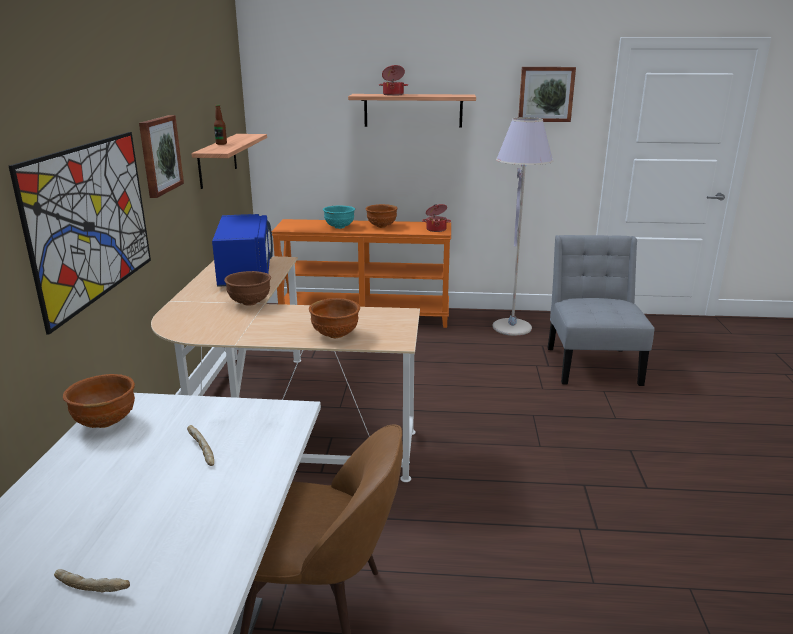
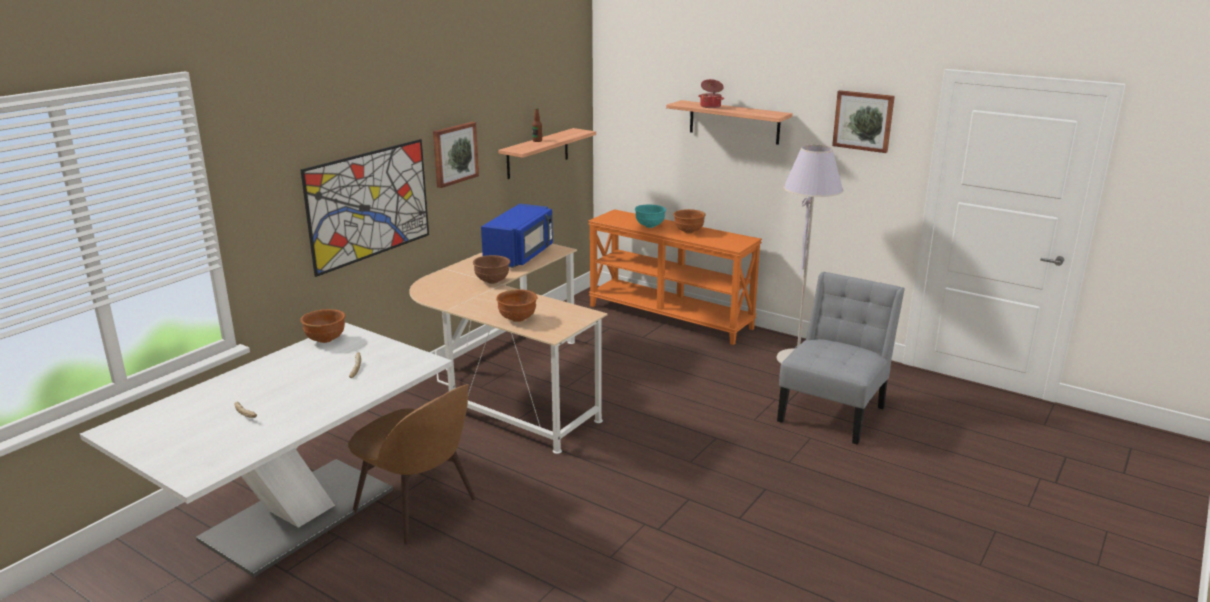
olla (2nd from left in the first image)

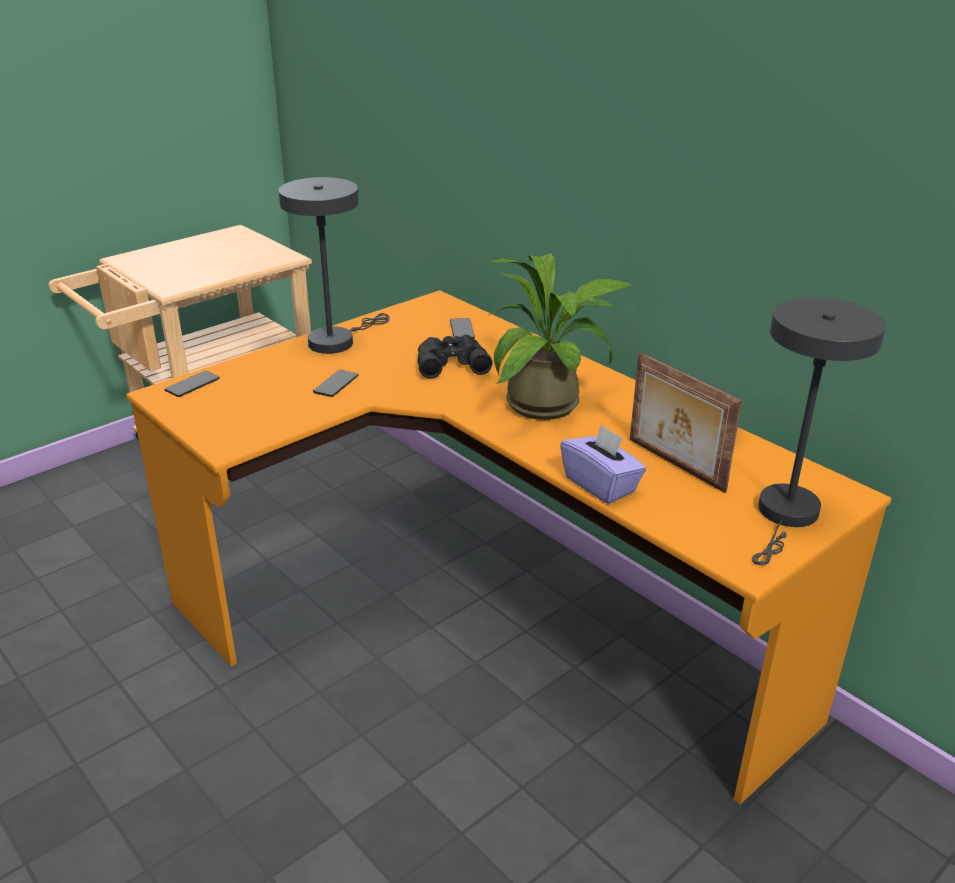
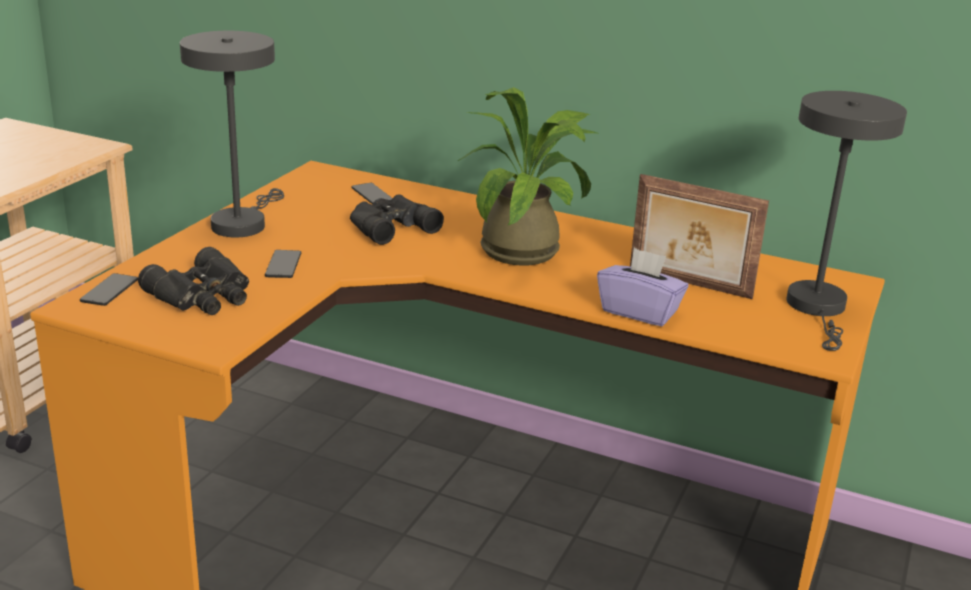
prismáticos/negro (1st from left)

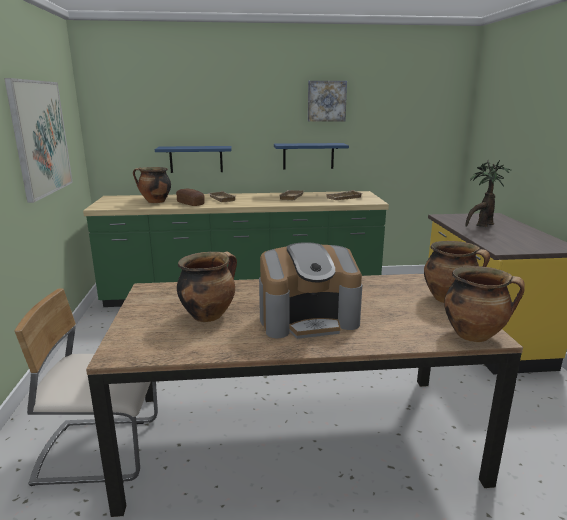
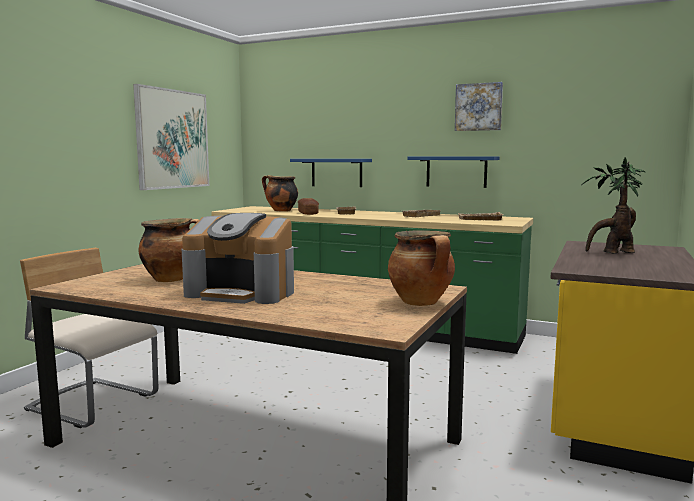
olla (4th from left in the first image)

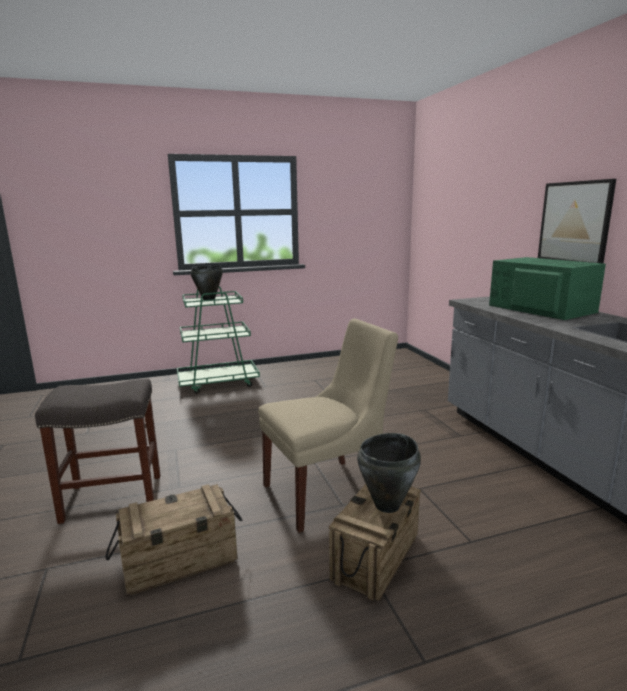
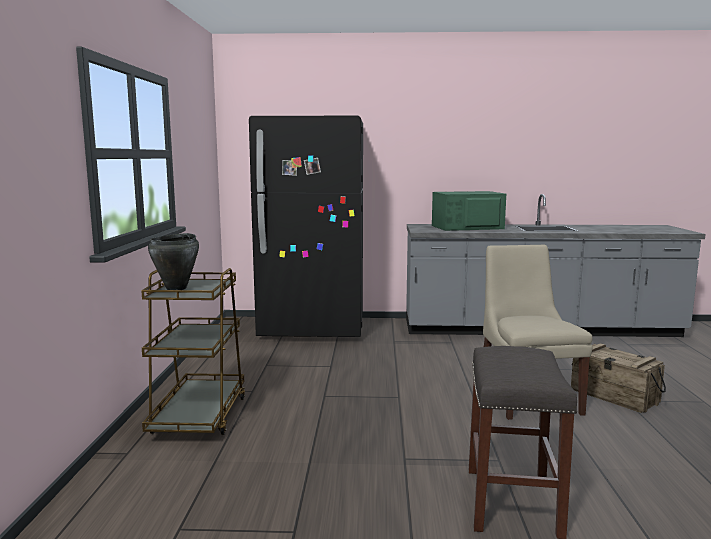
caja de embalaje (1st from left in the first image)
carrito/marrón
olla/negro (2nd from left in the first image)
cuadro
nevera/negro

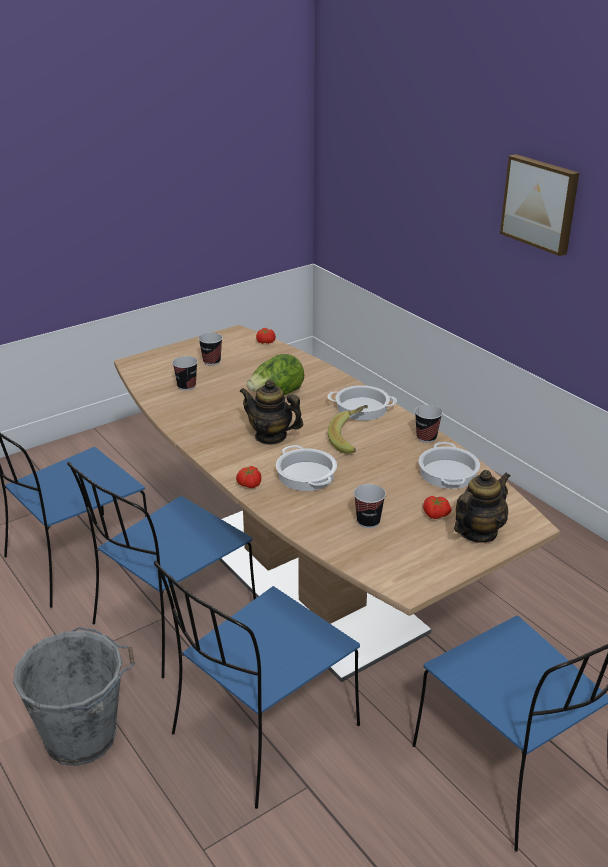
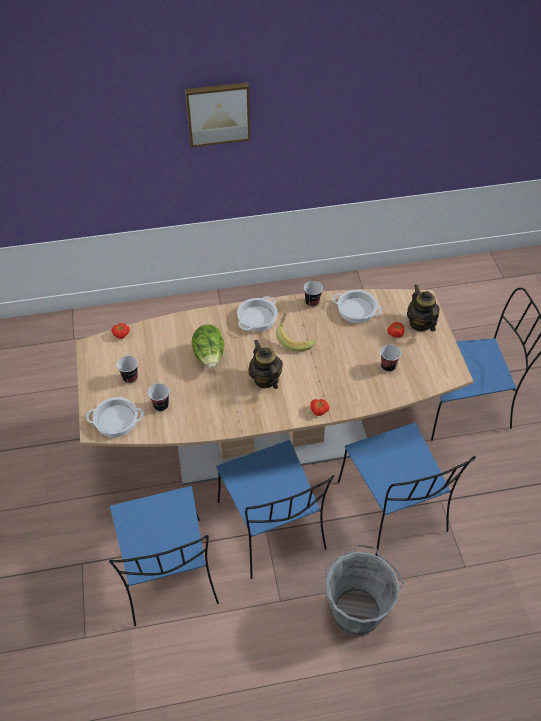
tetera (1st from left)
olla (1st from left)

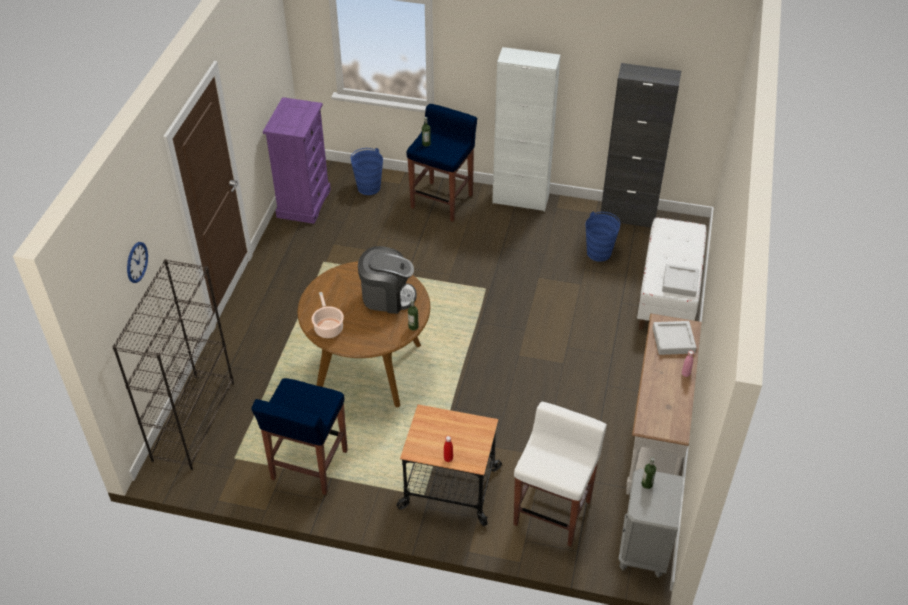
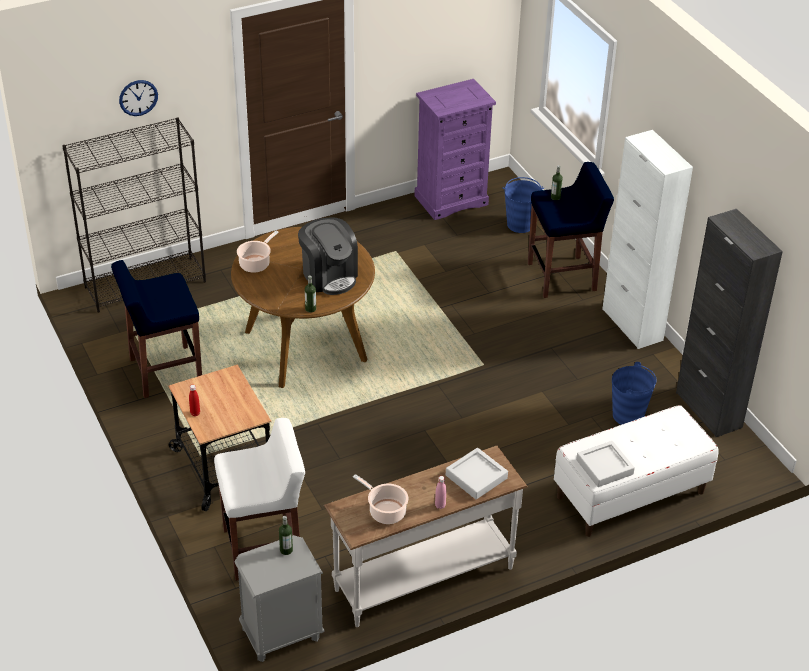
olla (2nd from left)

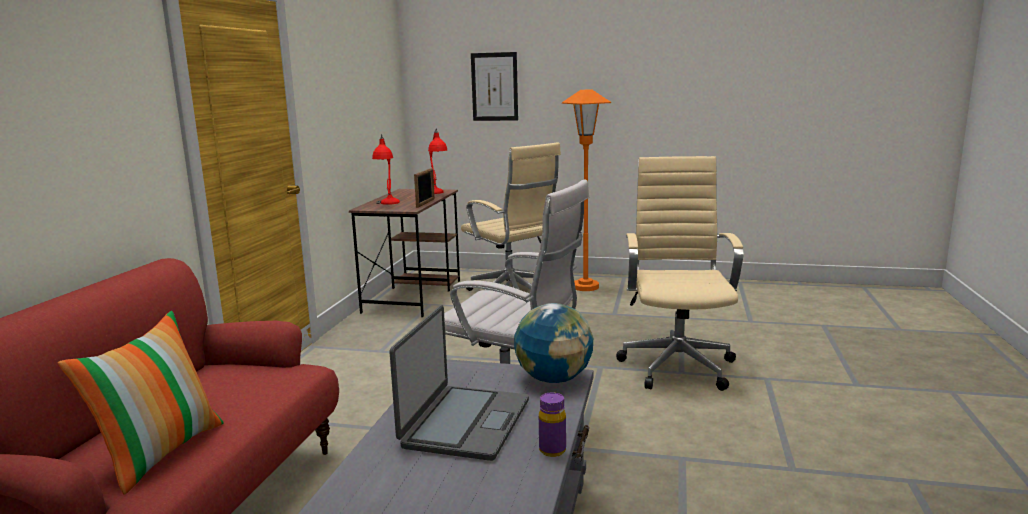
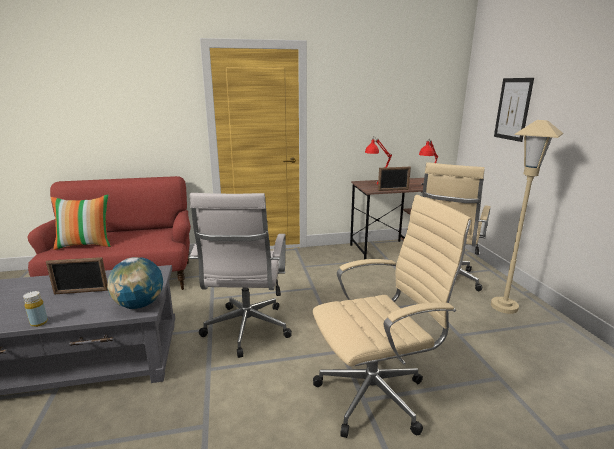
portarretratos (1st from left)
botella/amarillo
lámpara de pie/beis

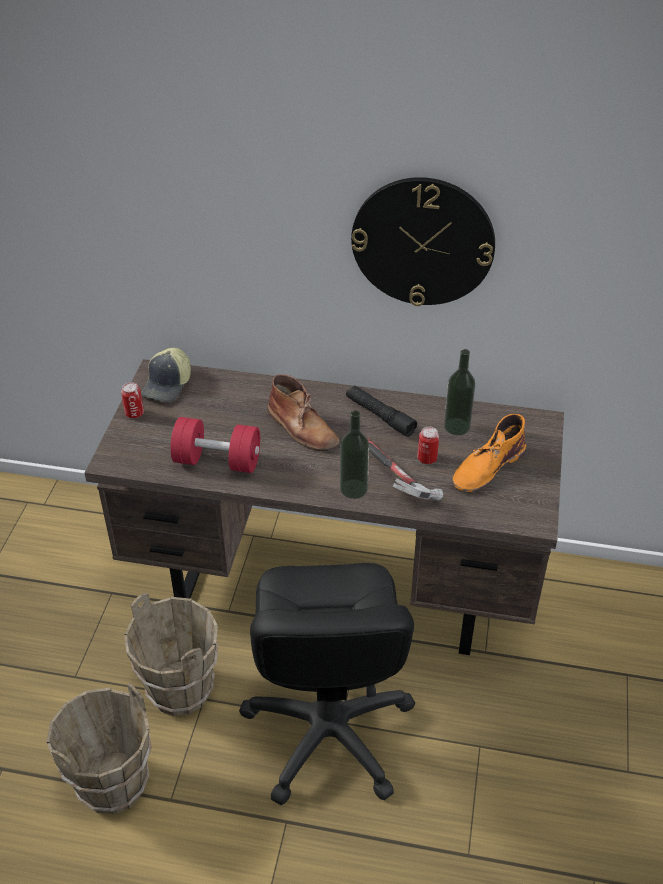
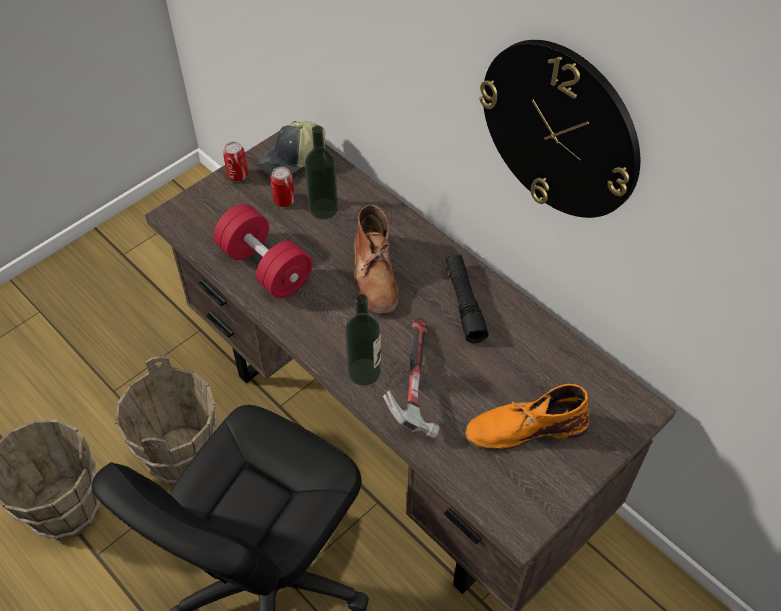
lata (2nd from left)
botella (1st from left)

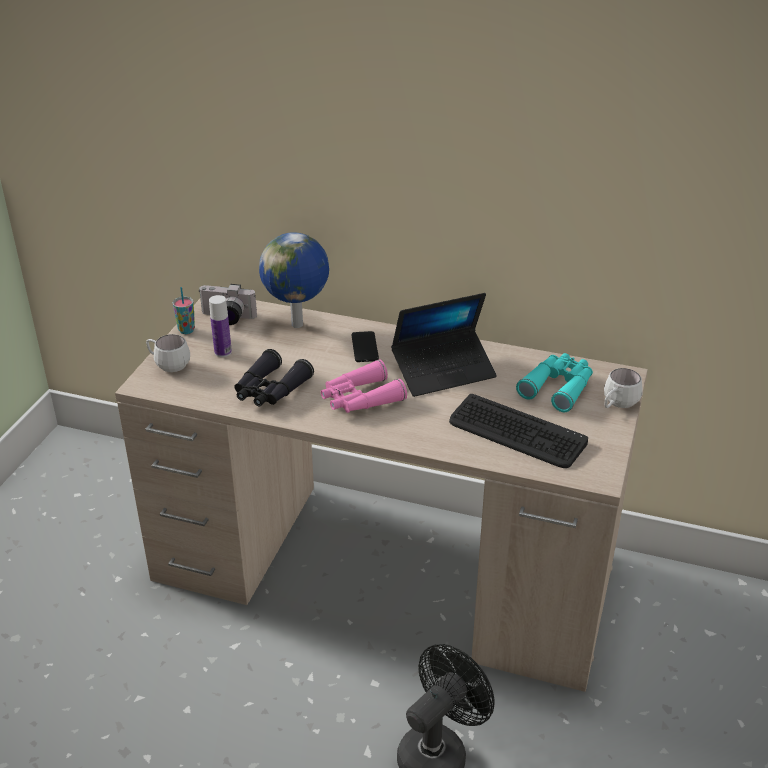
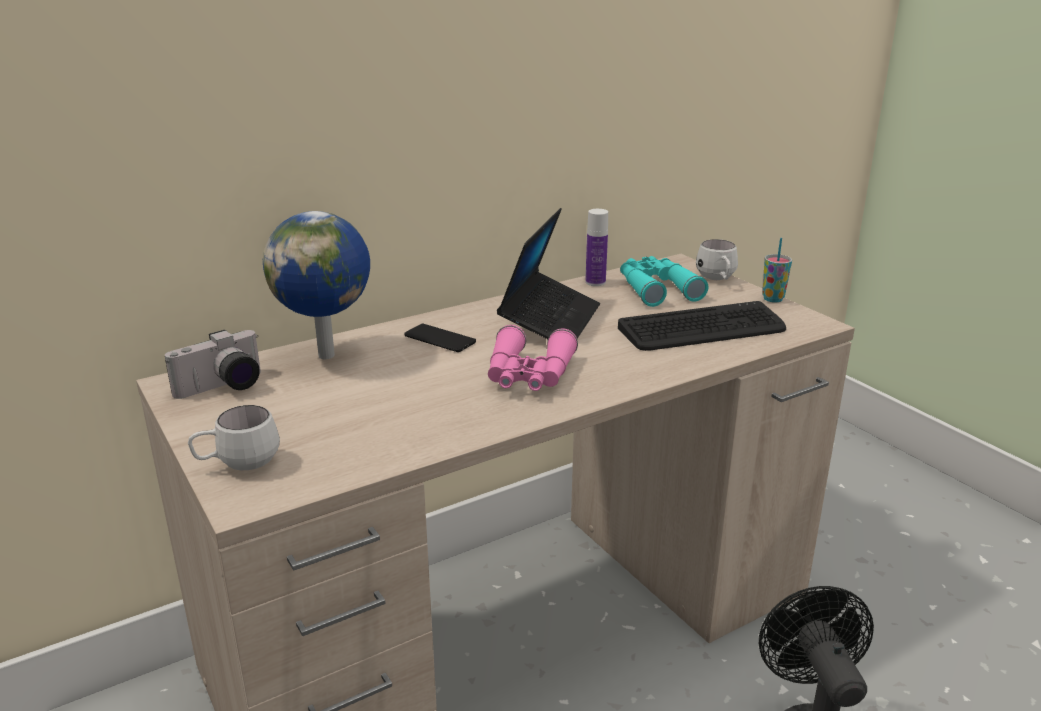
taza
botella
prismáticos/negro

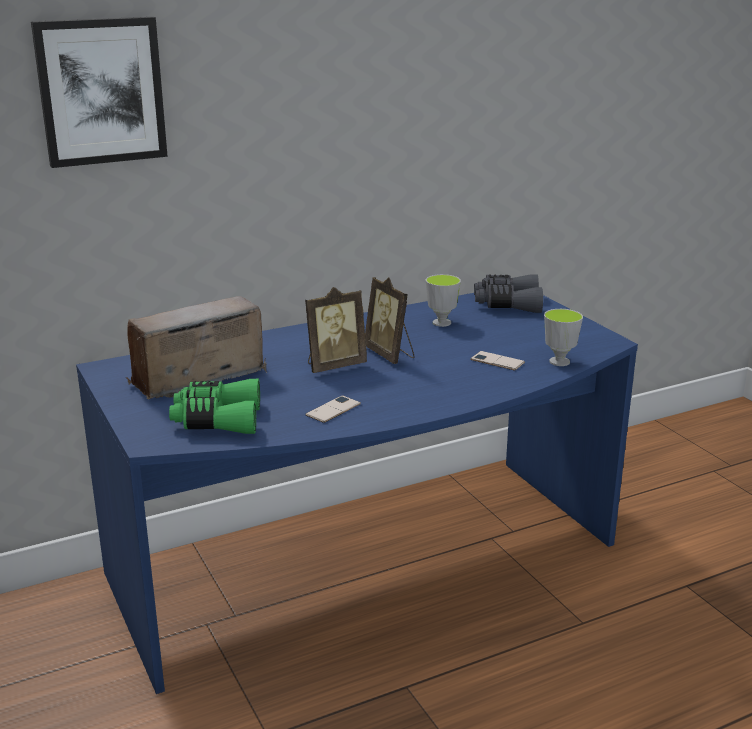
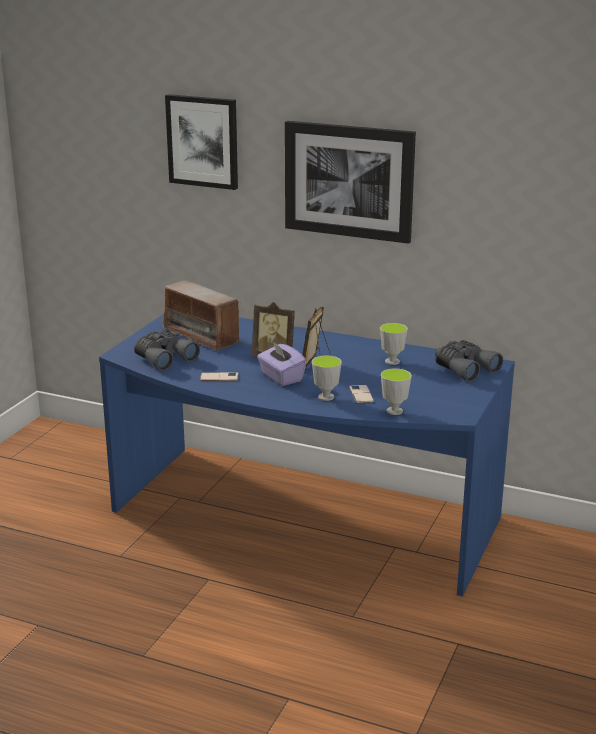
radio
prismáticos/gris (1st from left)
caja de pañuelos/morado
cuadro (2nd from left)
taza (1st from left)

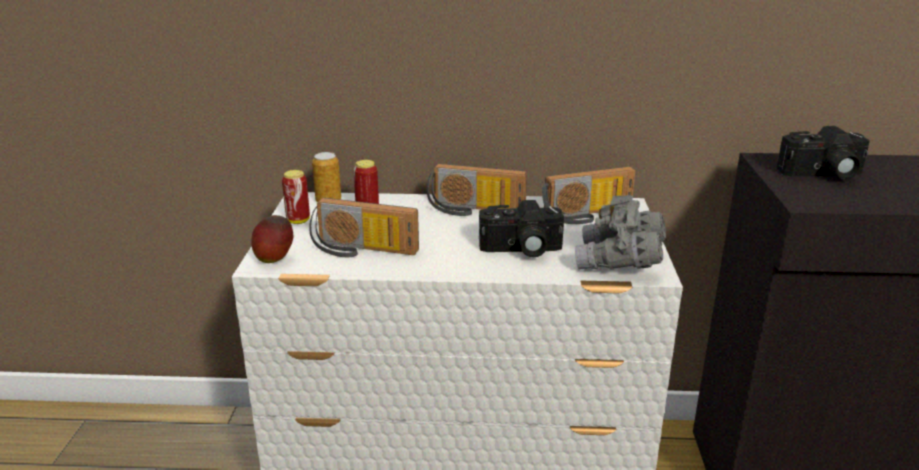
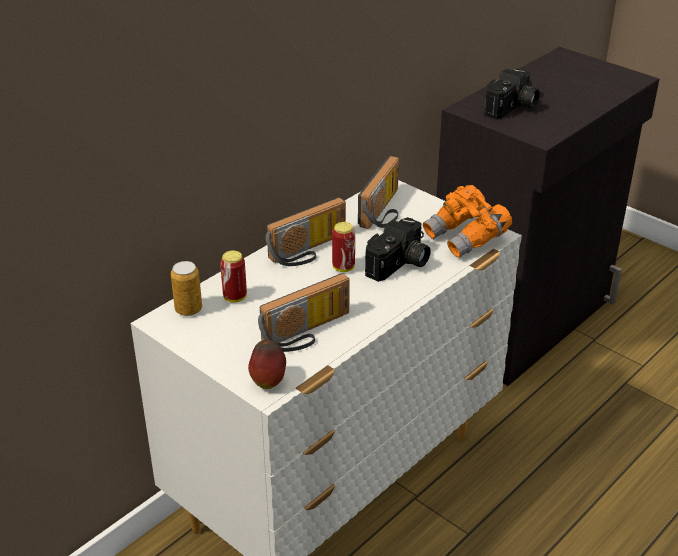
lata (3rd from left)
prismáticos/naranja

